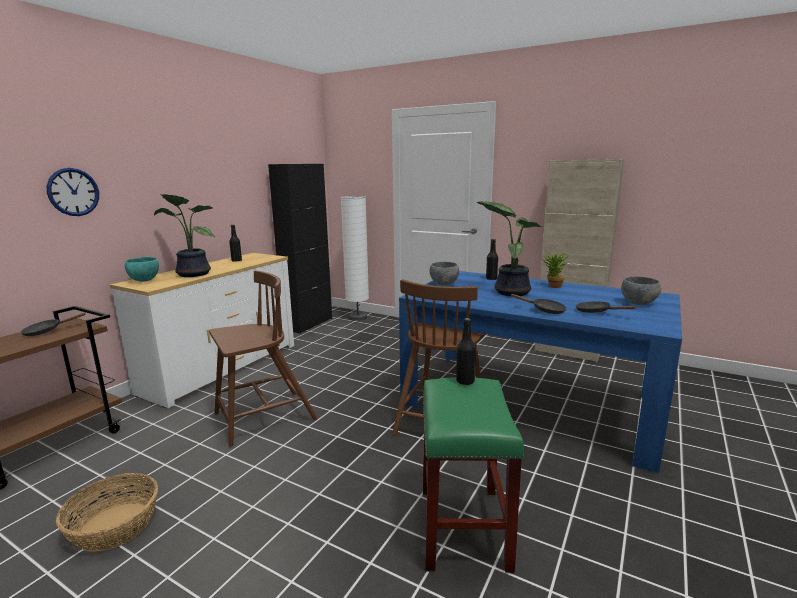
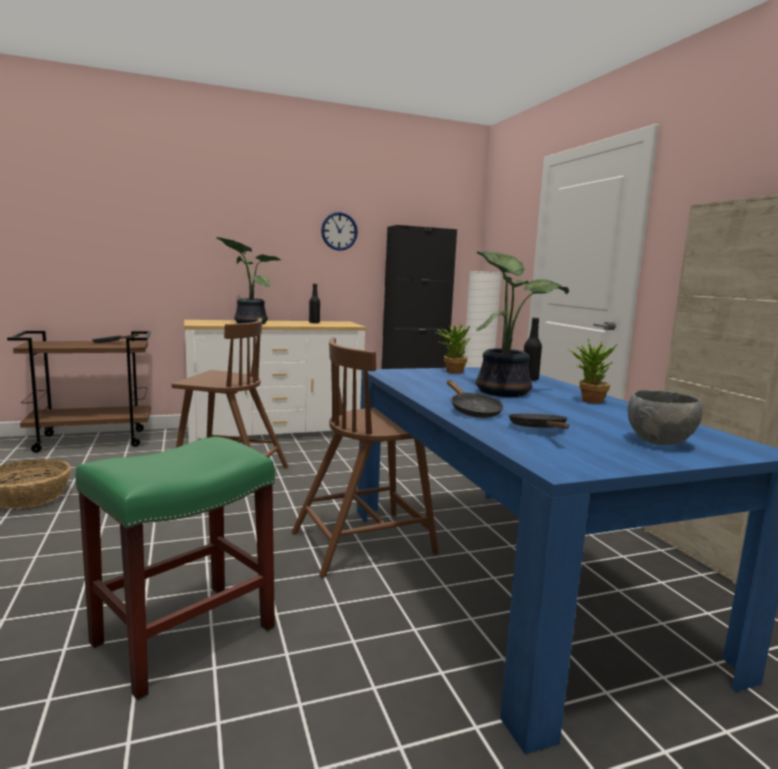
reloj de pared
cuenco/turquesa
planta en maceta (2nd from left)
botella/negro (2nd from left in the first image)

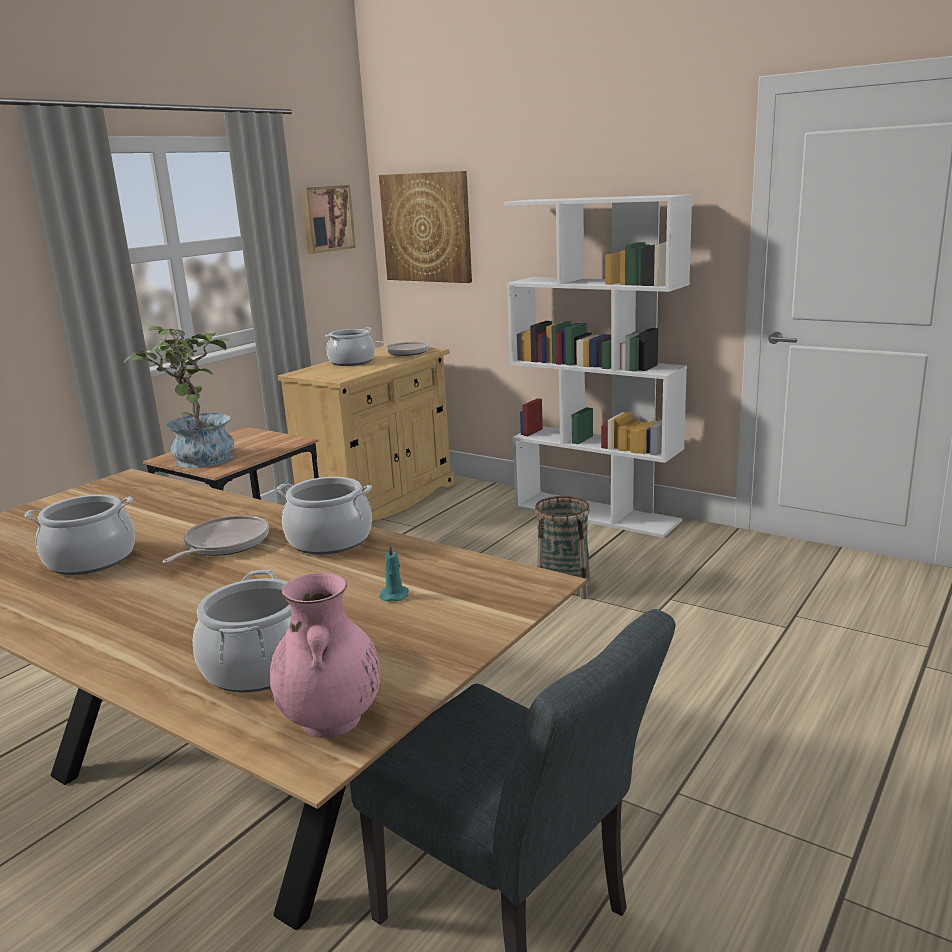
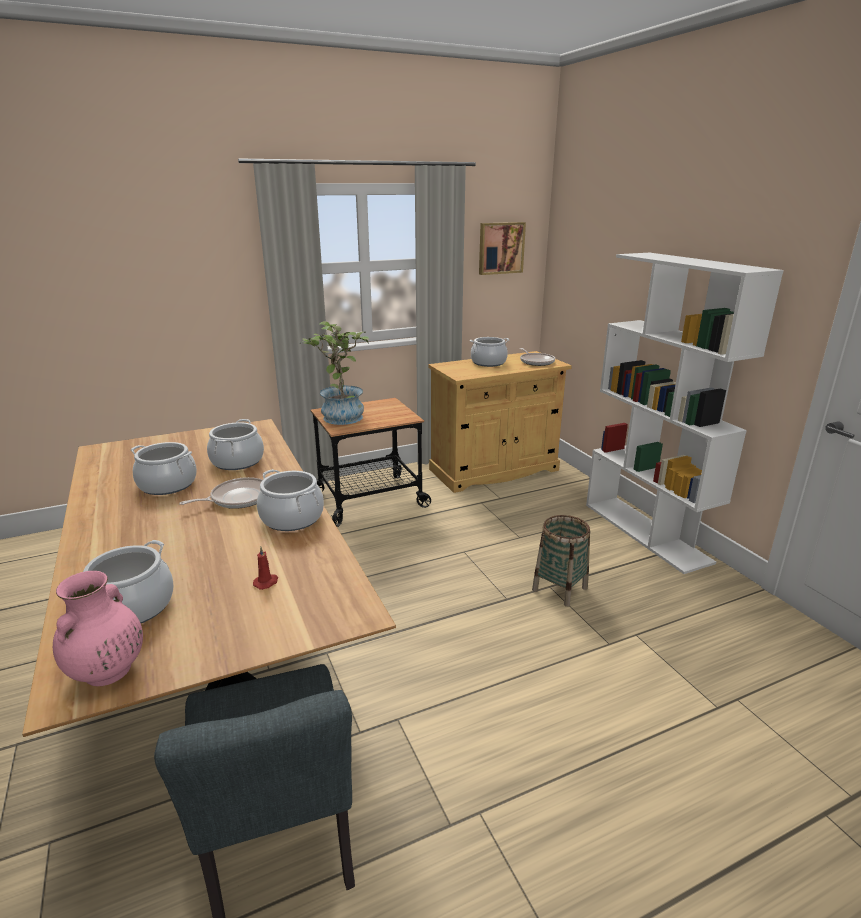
cuadro (2nd from left in the first image)
vela/rojo
olla (3rd from left)

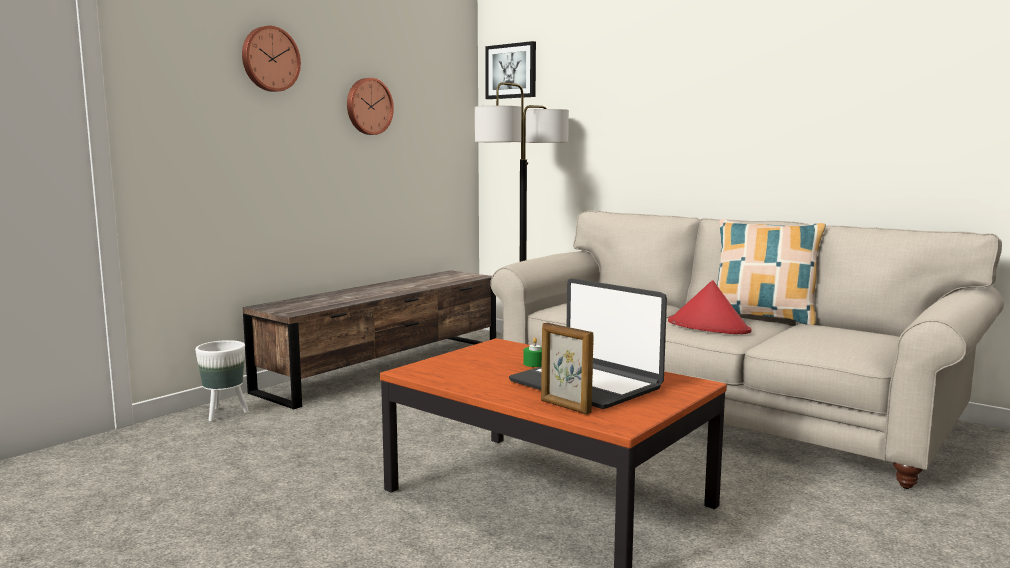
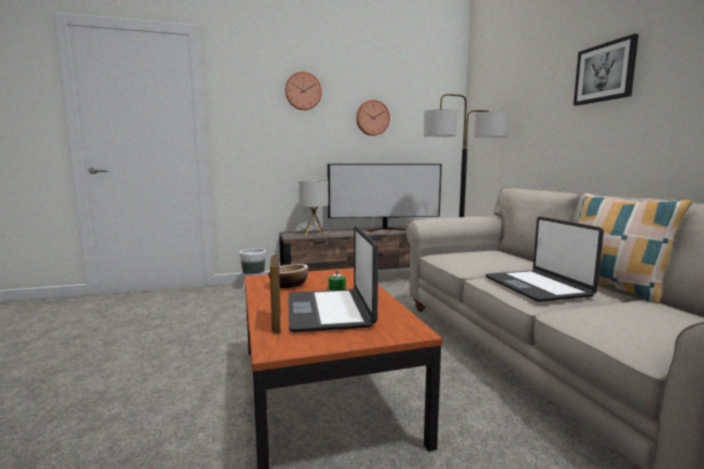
cuadro
portátil (2nd from left)
cuenco
lámpara de mesa
televisor

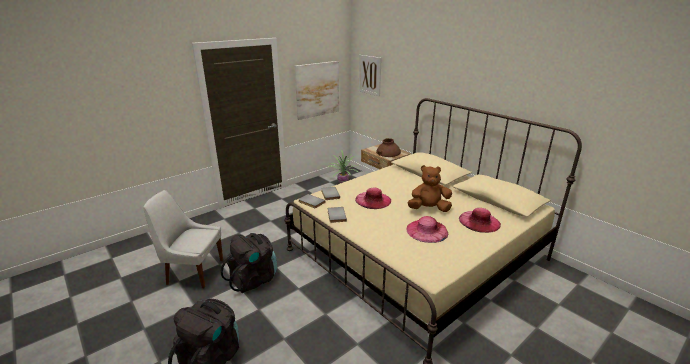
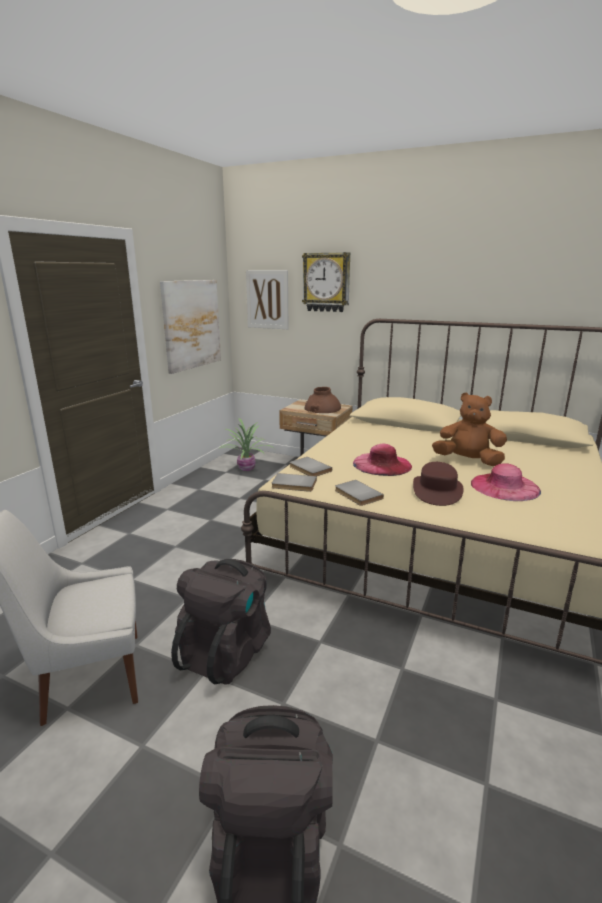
peluche/marrón
sombrero/rosa (3rd from left in the first image)
reloj de pared
sombrero/marrón

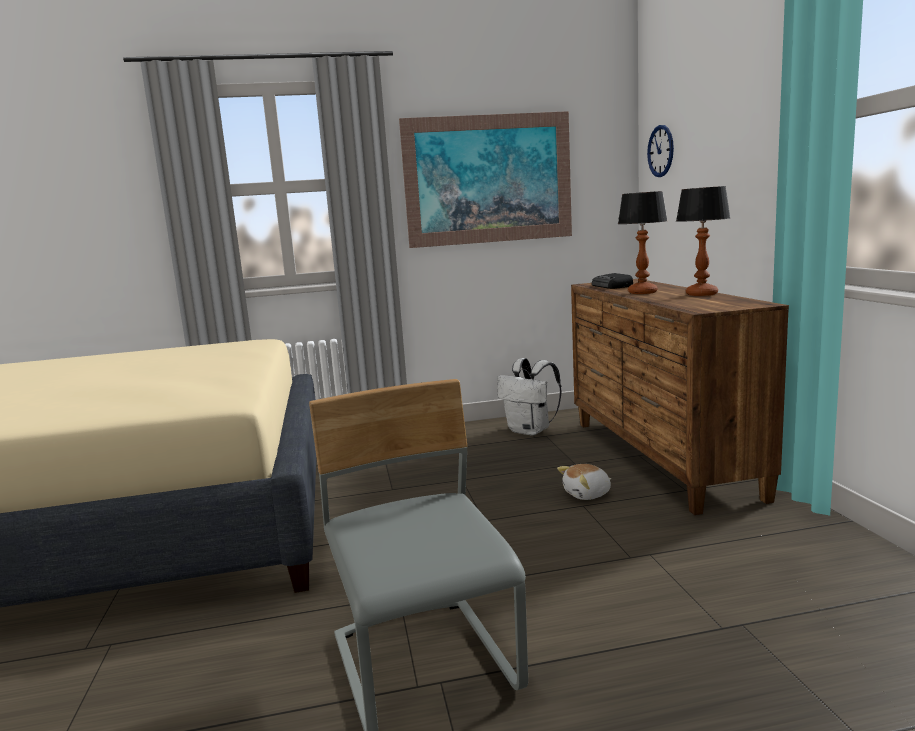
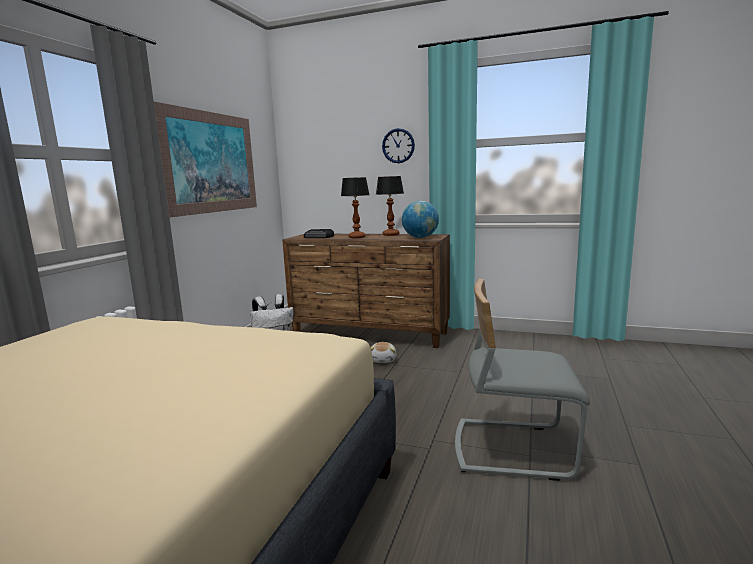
reloj de pared
globo terráqueo

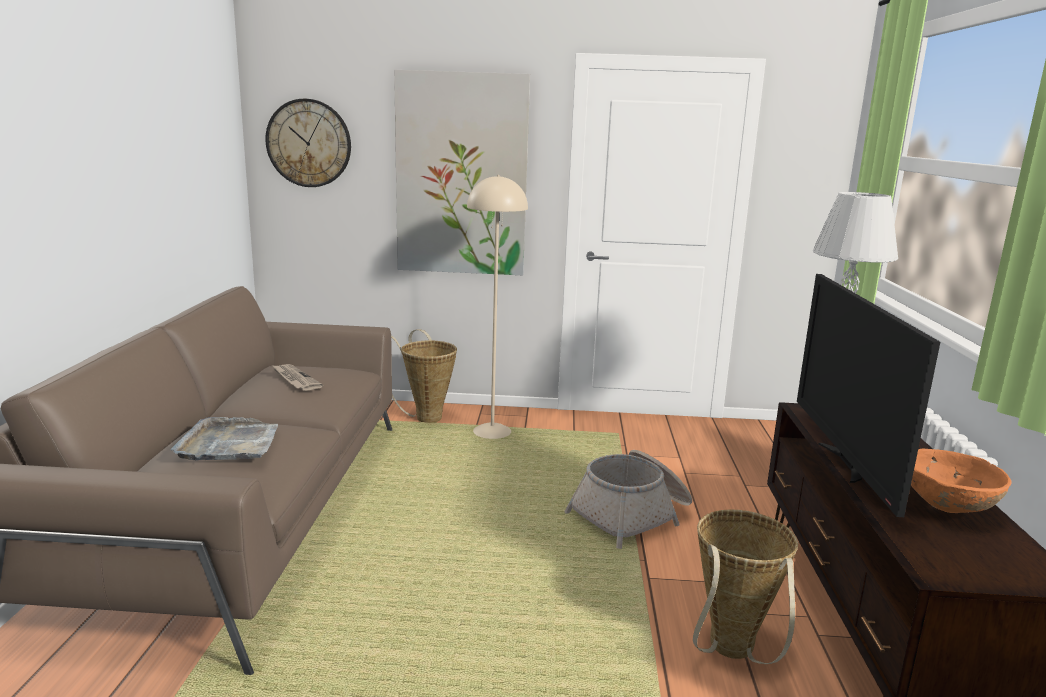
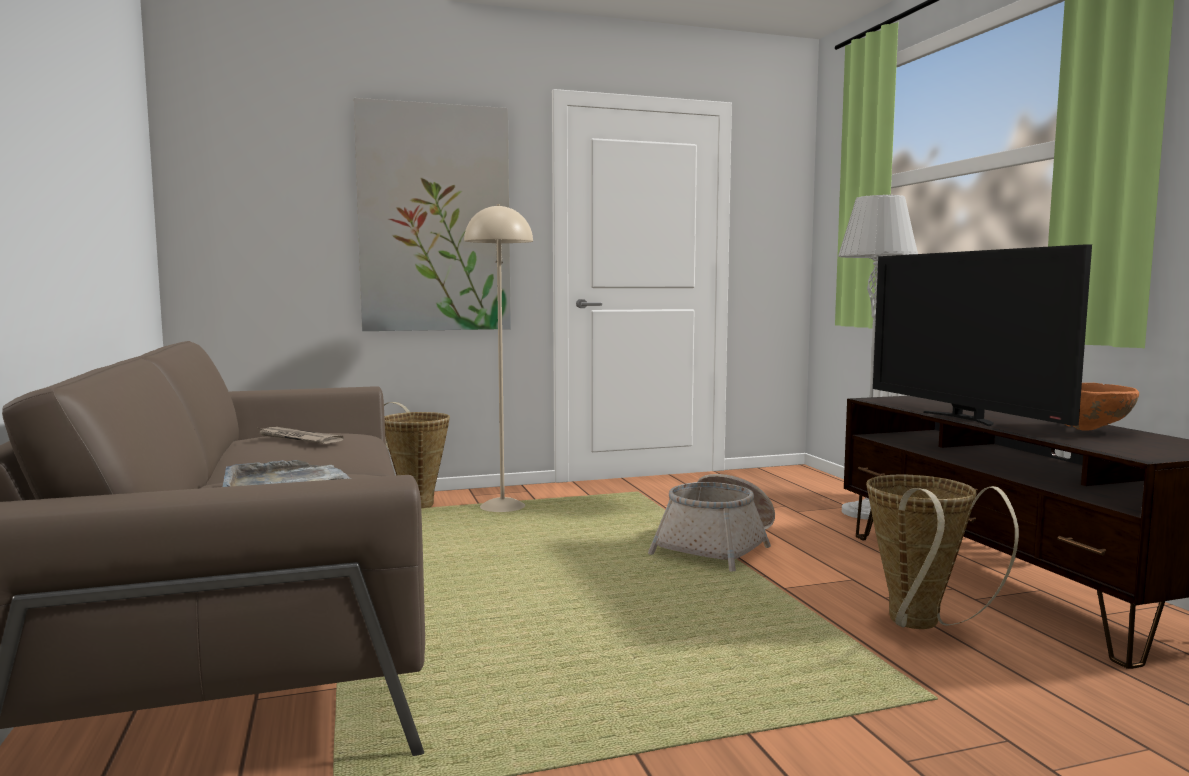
reloj de pared

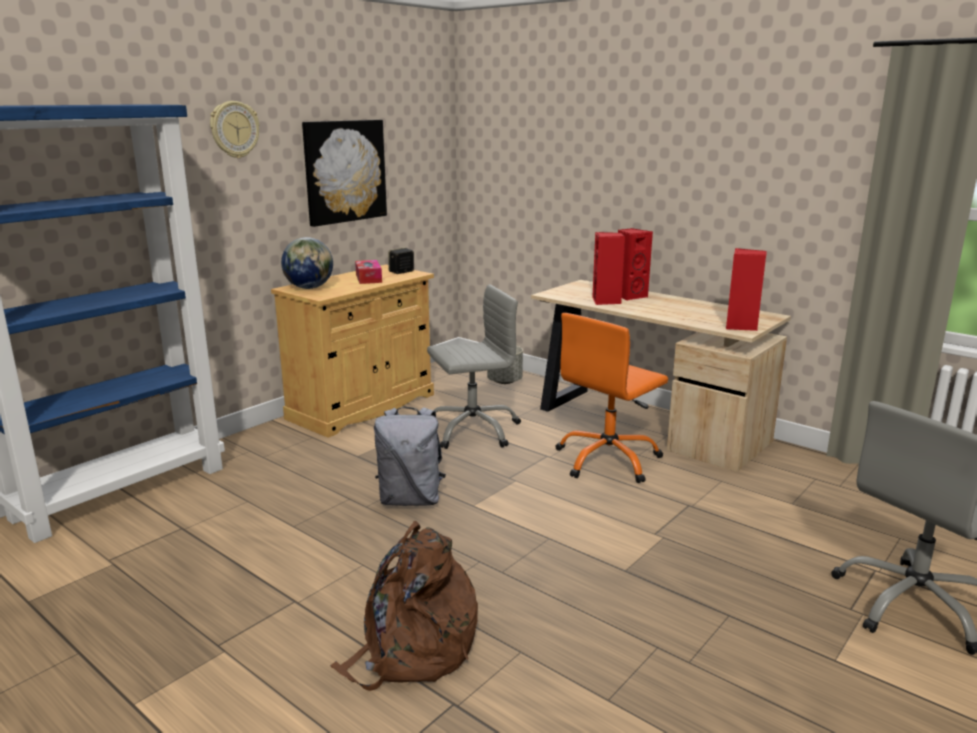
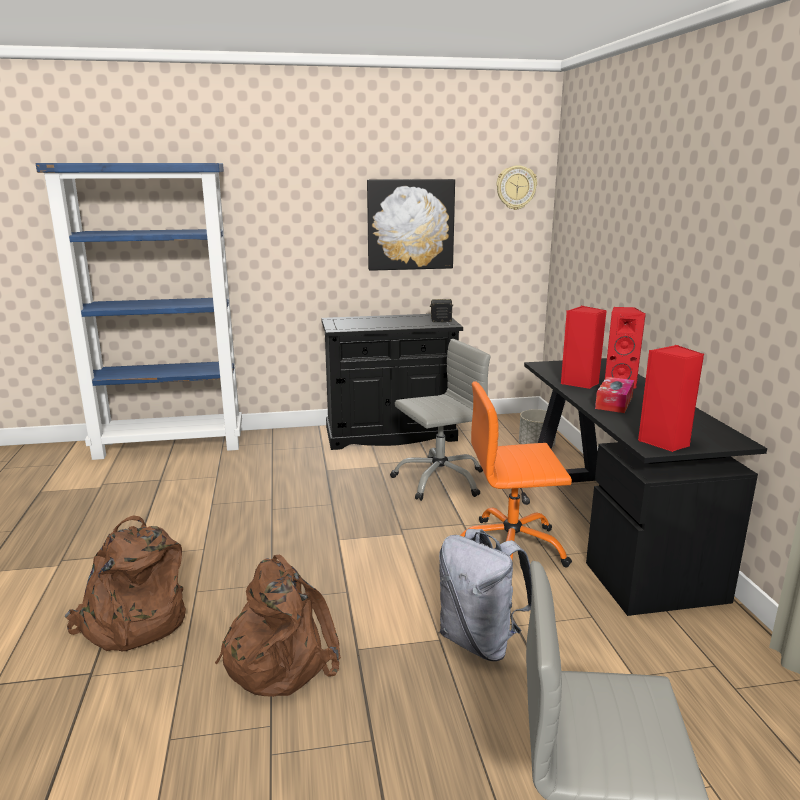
reloj de pared
armario/negro
globo terráqueo
caja de pañuelos
mochila/gris
silla de oficina/gris (1st from left)
escritorio/negro
mochila/marrón (2nd from left)

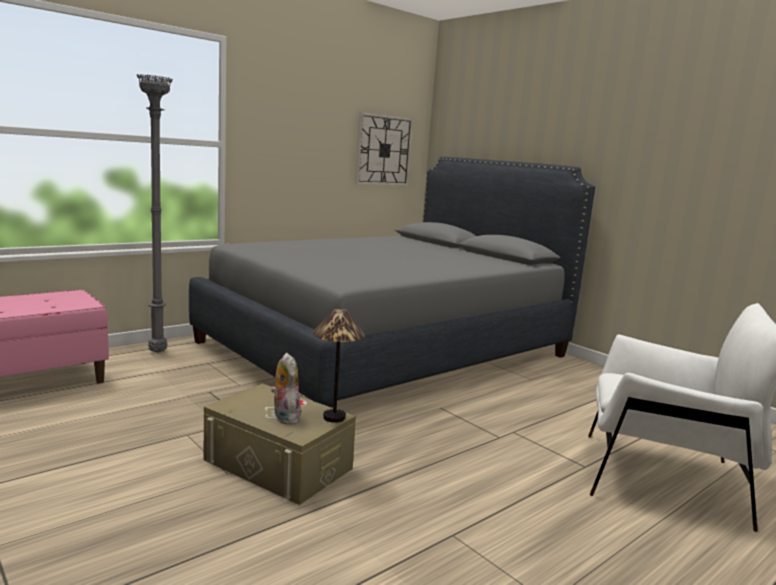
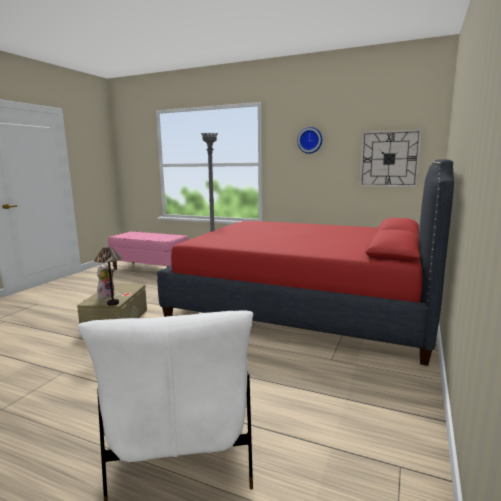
cama/rojo
reloj de pared (1st from left)

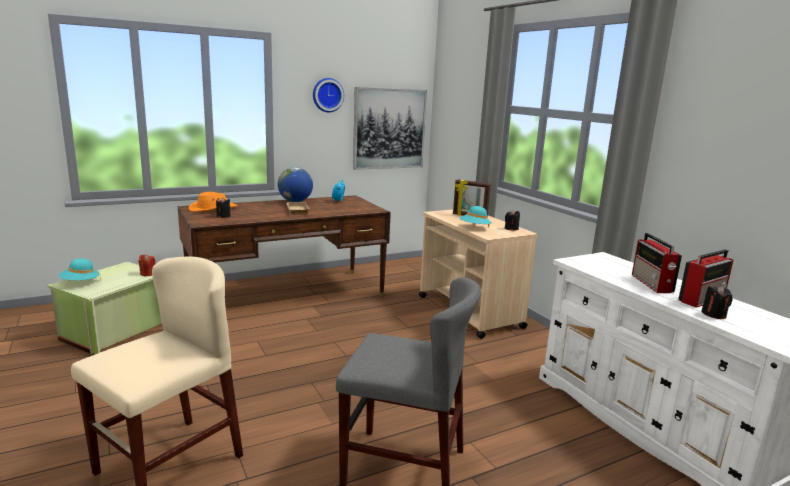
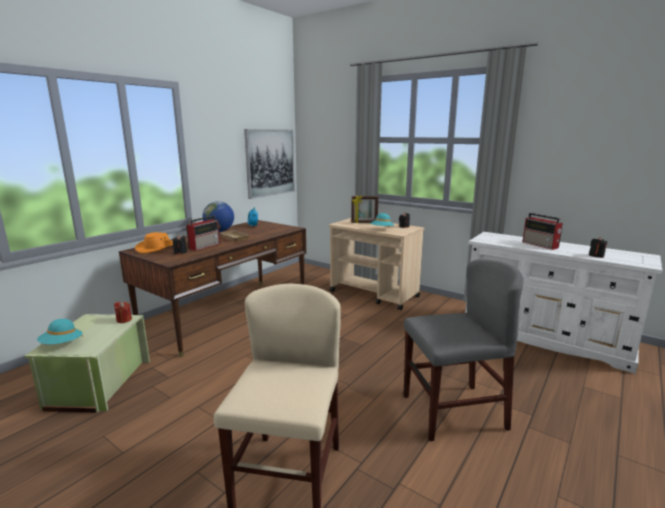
reloj de pared
radio (1st from left)

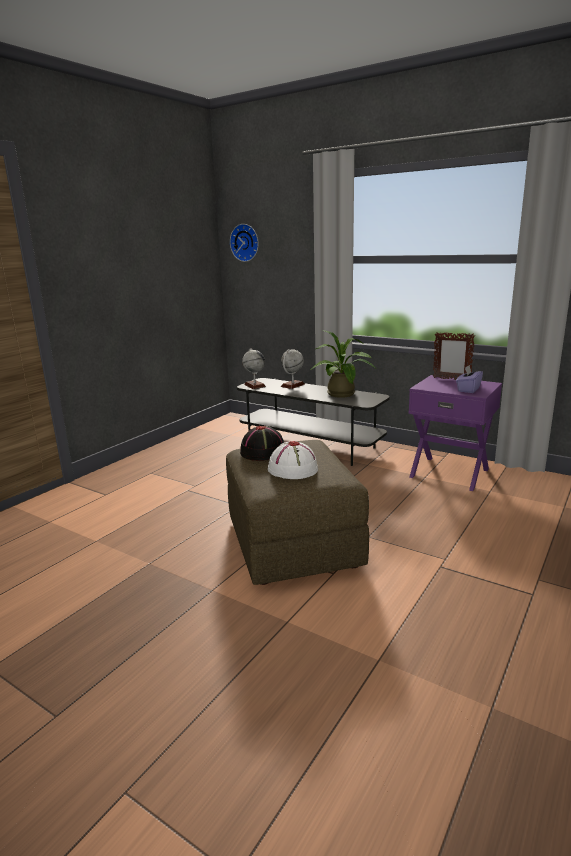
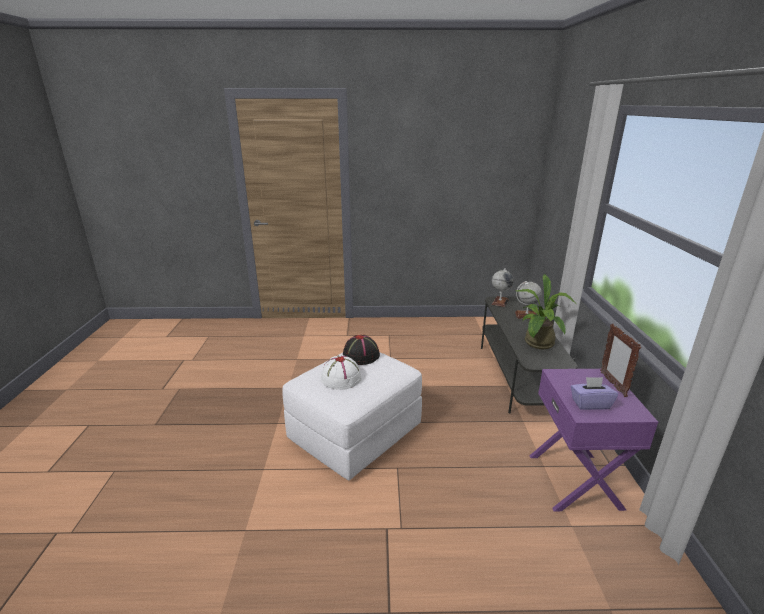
puf/blanco
reloj de pared

